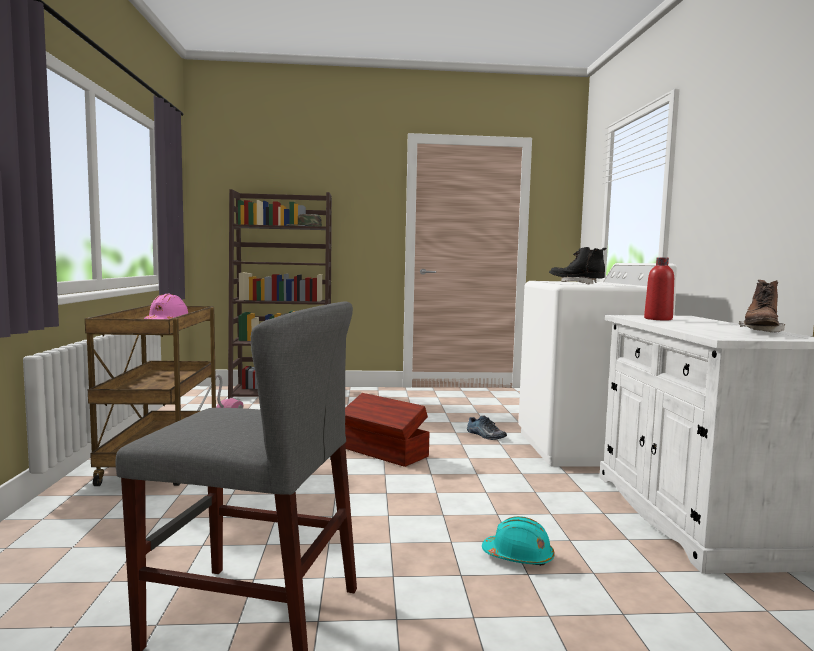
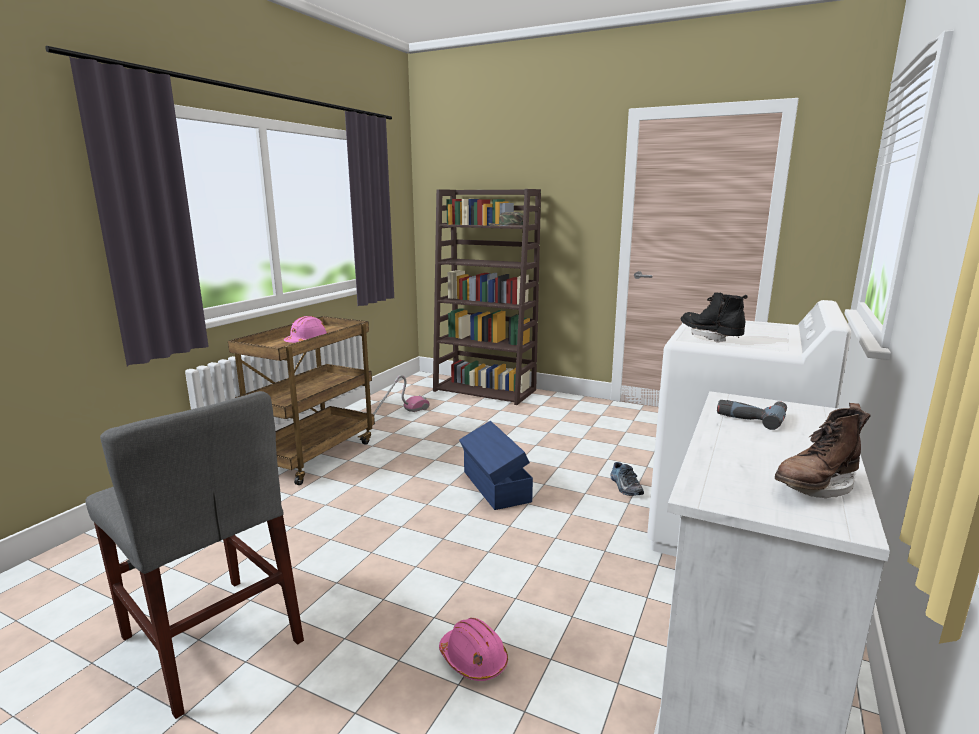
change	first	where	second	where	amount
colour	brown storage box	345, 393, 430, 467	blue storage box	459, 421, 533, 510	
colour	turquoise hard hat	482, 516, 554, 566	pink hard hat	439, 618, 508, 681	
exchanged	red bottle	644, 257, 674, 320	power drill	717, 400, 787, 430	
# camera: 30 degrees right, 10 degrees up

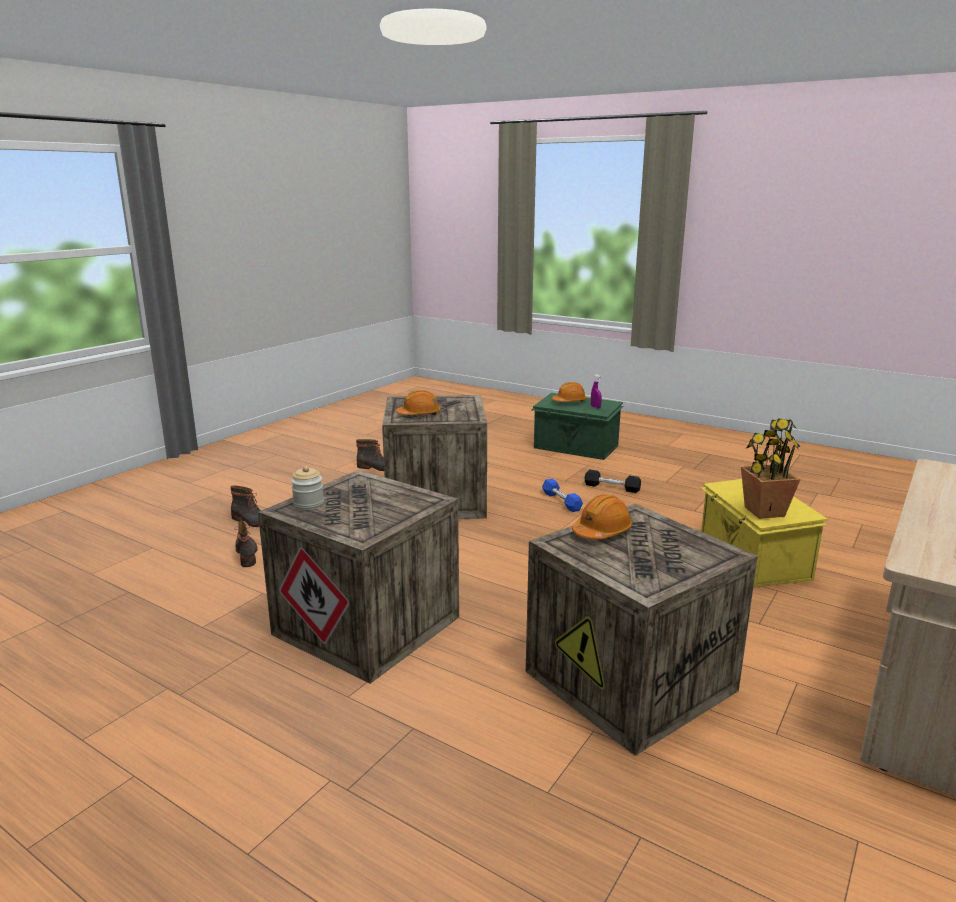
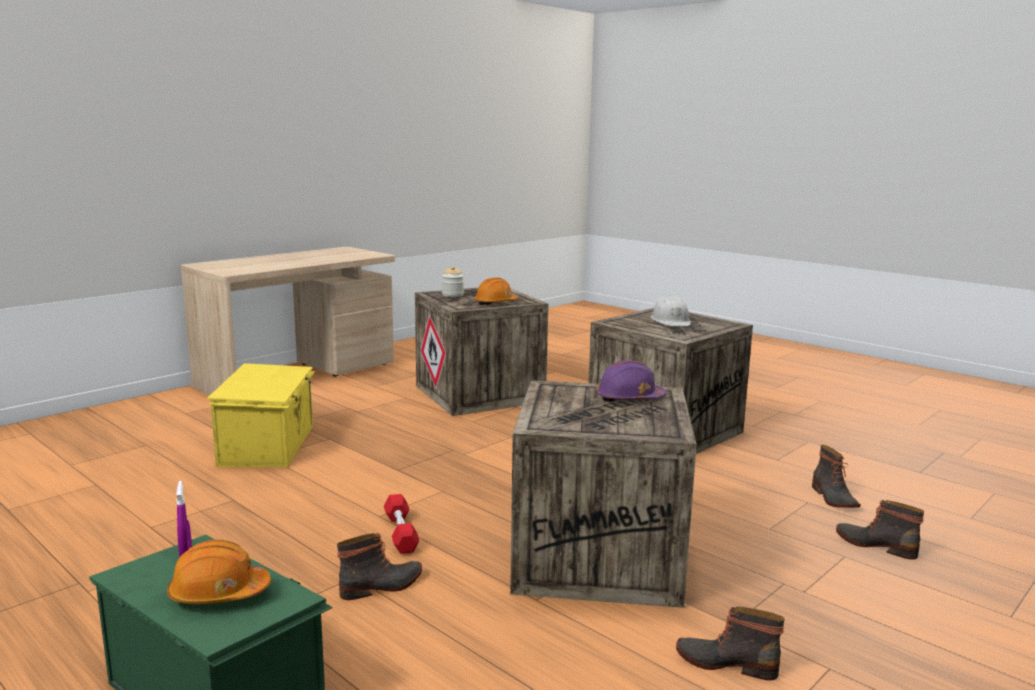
change	first	where	second	where	amount
relocated	jar	291, 466, 324, 510		442, 266, 464, 297	
colour	orange hard hat	396, 390, 441, 415	purple hard hat	596, 360, 667, 402	
colour	blue dumbbell	542, 479, 583, 512	red dumbbell	384, 494, 420, 554	
missing	black dumbbell	584, 470, 641, 493			
missing	potted plant	741, 418, 801, 519			
appeared			boot	337, 533, 422, 600	
appeared			white hard hat	651, 296, 691, 326	
# camera: 170 degrees left, 5 degrees down

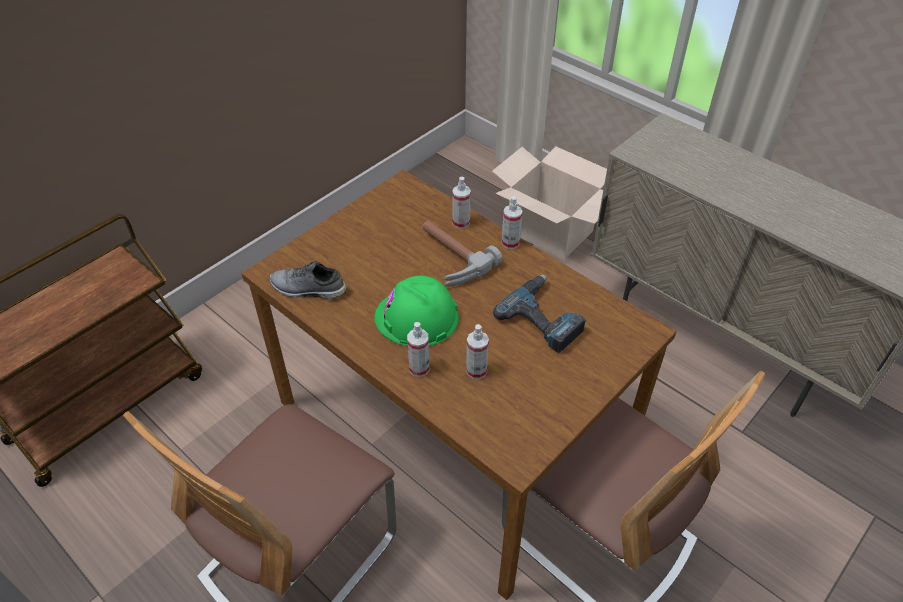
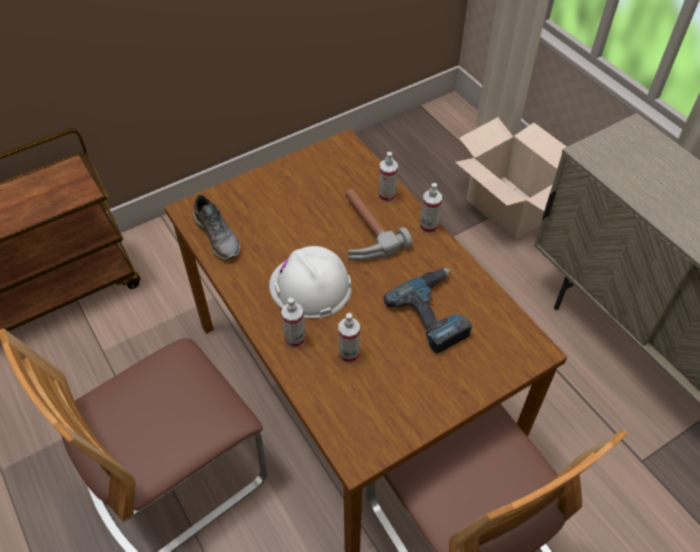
change	first	where	second	where	amount
spun	grey shoe	270, 261, 347, 299		193, 195, 240, 260	150 degrees counterclockwise
colour	green hard hat	374, 276, 459, 346	white hard hat	269, 246, 352, 318	
# camera: 15 degrees right, 5 degrees up

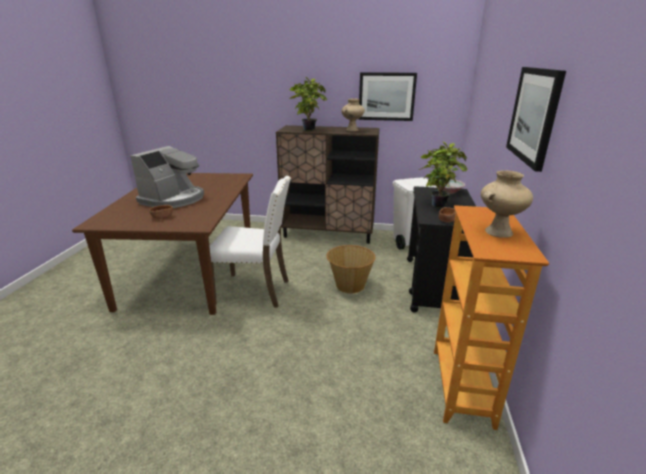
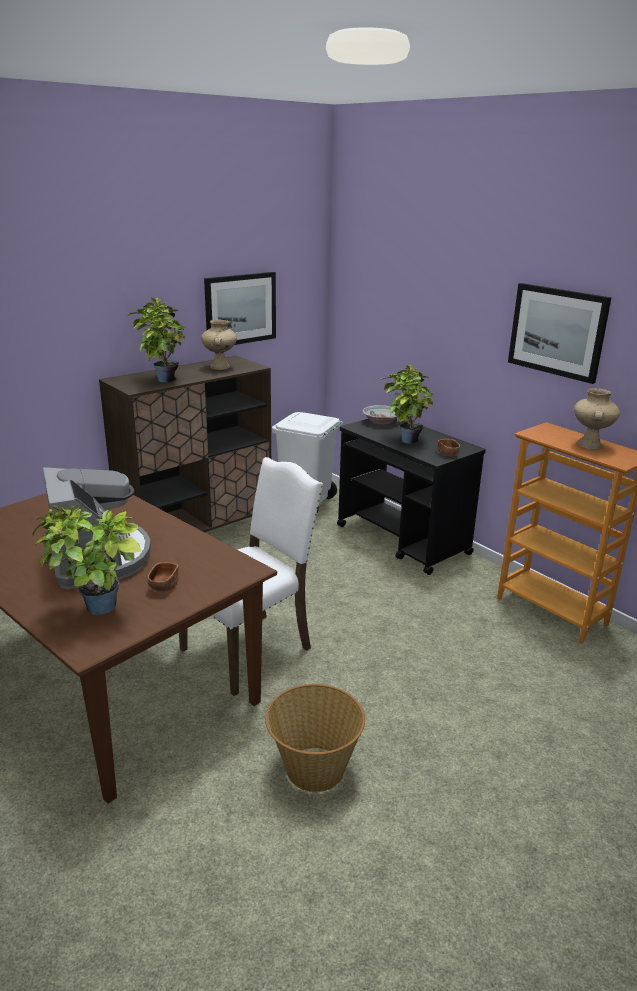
change	first	where	second	where	amount
relocated	basket	327, 245, 375, 293		265, 684, 365, 792	
appeared			potted plant	32, 505, 141, 615	
# camera: 50 degrees left, 0 degrees up

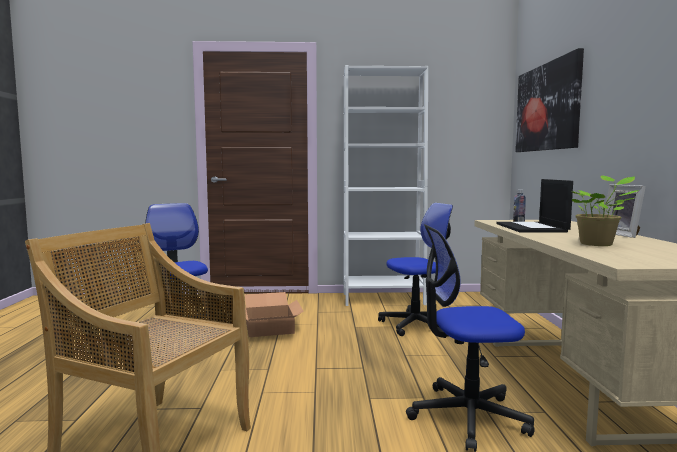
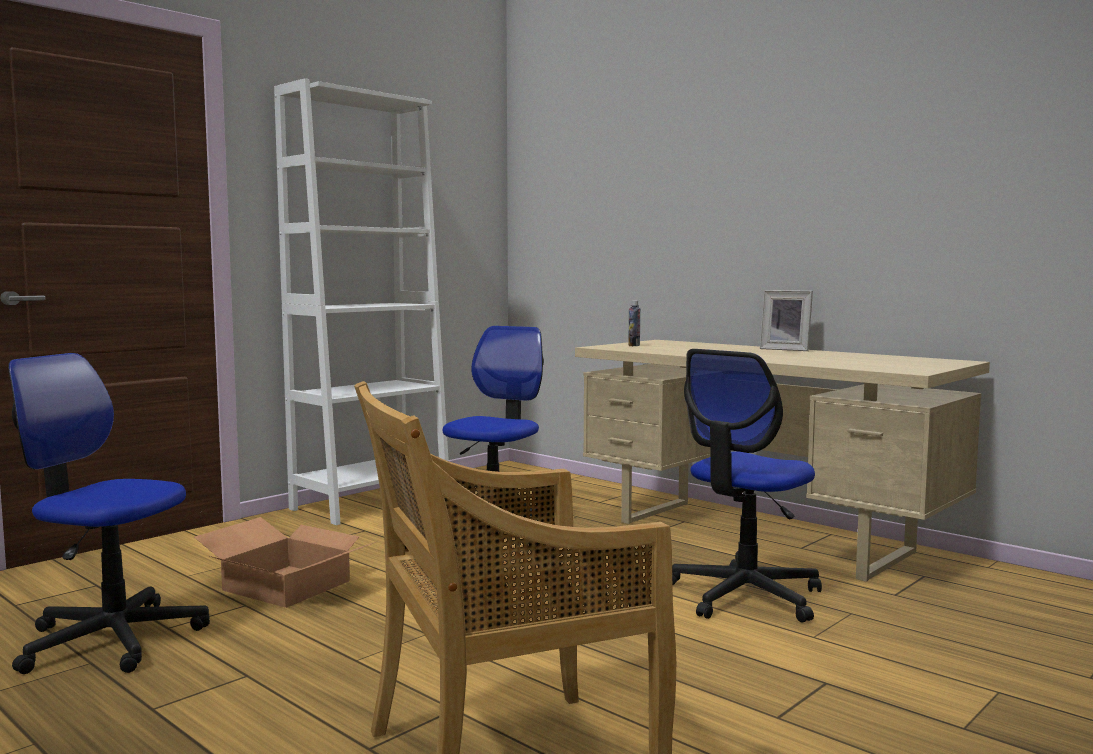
change	first	where	second	where	amount
missing	laptop	496, 179, 573, 232			
missing	picture	515, 48, 584, 152			
missing	potted plant	571, 175, 639, 246			
# camera: 45 degrees left, 0 degrees up

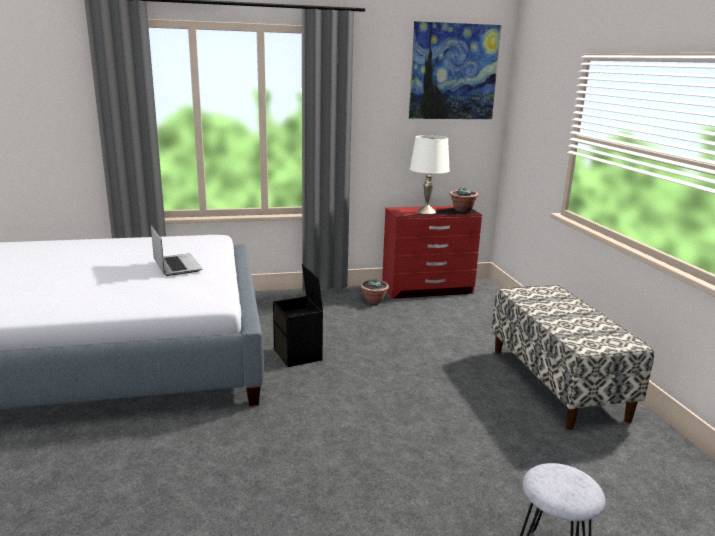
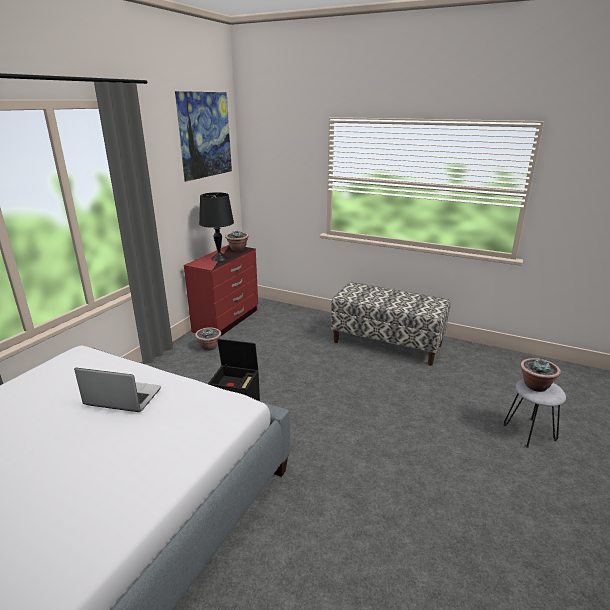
change	first	where	second	where	amount
colour	white table lamp	410, 135, 450, 214	black table lamp	199, 192, 234, 261	
appeared			potted plant	520, 358, 561, 392	
# camera: 50 degrees left, 5 degrees up

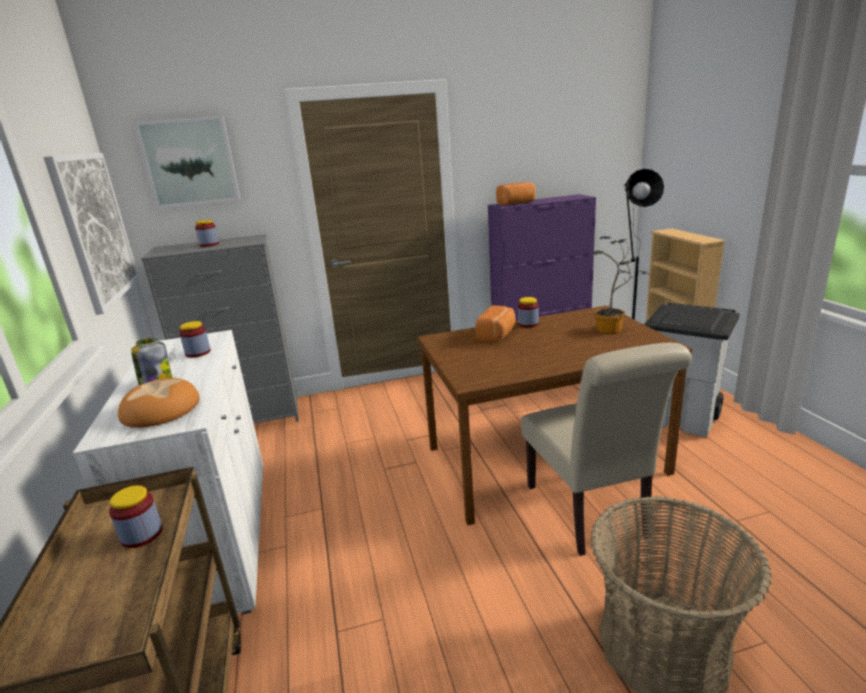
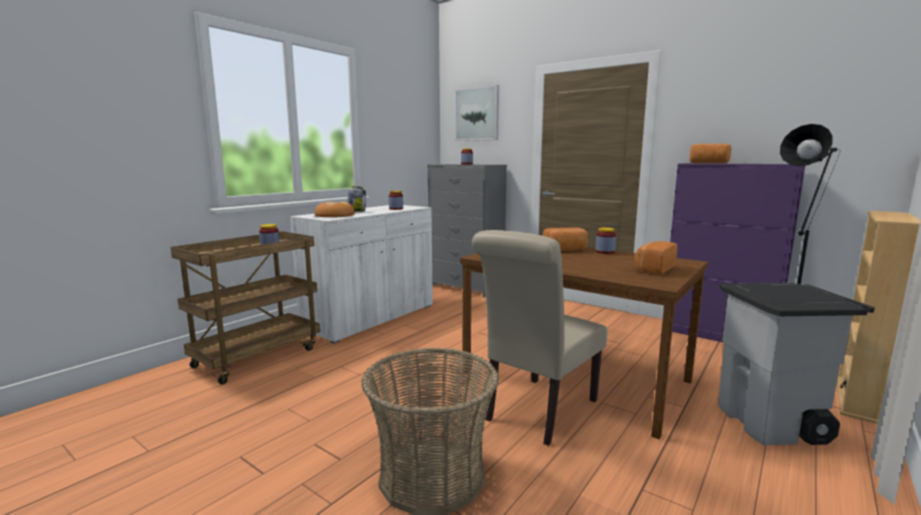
change	first	where	second	where	amount
missing	picture	43, 153, 139, 315			
exchanged	potted plant	593, 236, 649, 334	bread	634, 241, 677, 274	
# camera: 50 degrees right, 10 degrees down

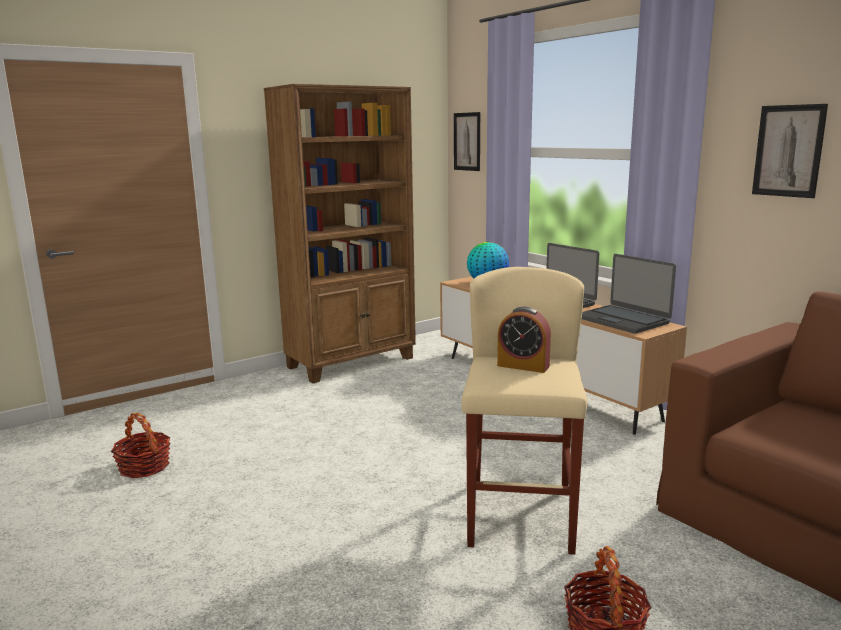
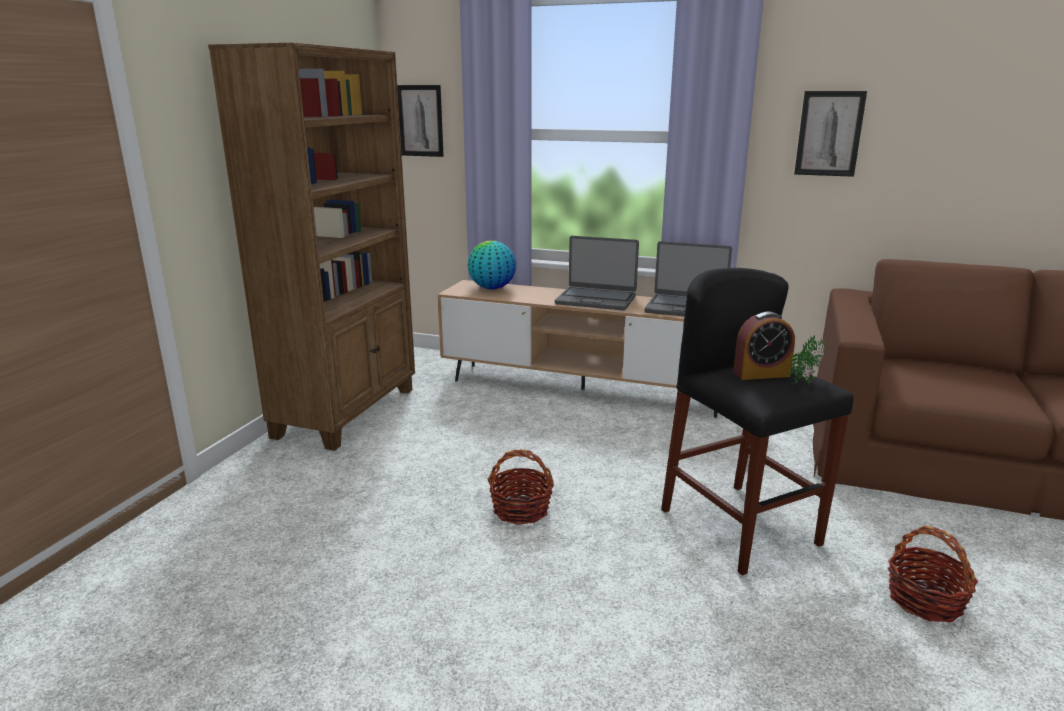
change	first	where	second	where	amount
relocated	basket	111, 413, 171, 478		487, 449, 554, 525	
colour	beige stool	462, 267, 588, 555	black stool	661, 268, 854, 575	
appeared			potted plant	788, 335, 826, 385	
# camera: 35 degrees left, 5 degrees up

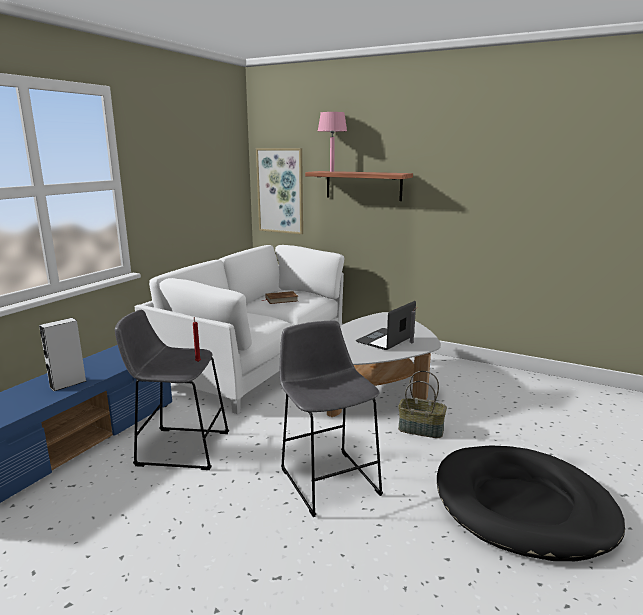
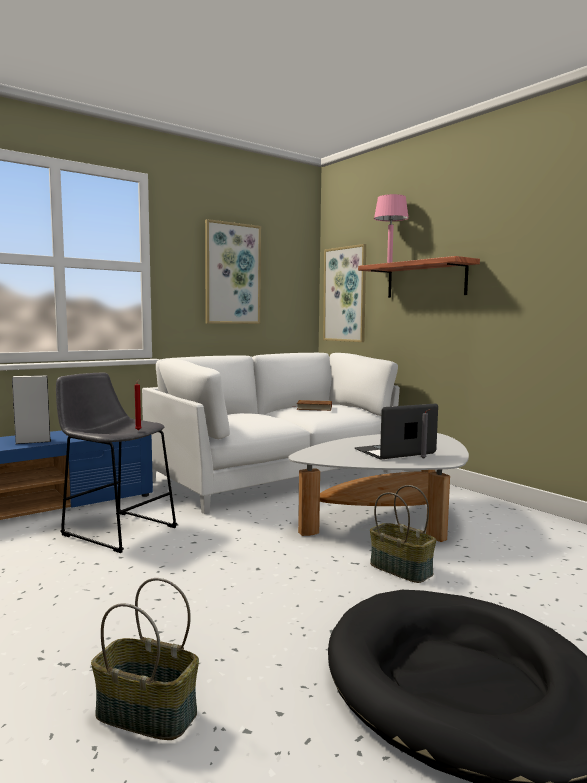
change	first	where	second	where	amount
missing	grey stool	280, 321, 383, 517			
appeared			basket	91, 578, 199, 740	
appeared			picture	205, 219, 261, 324	
# camera: 25 degrees right, 10 degrees down

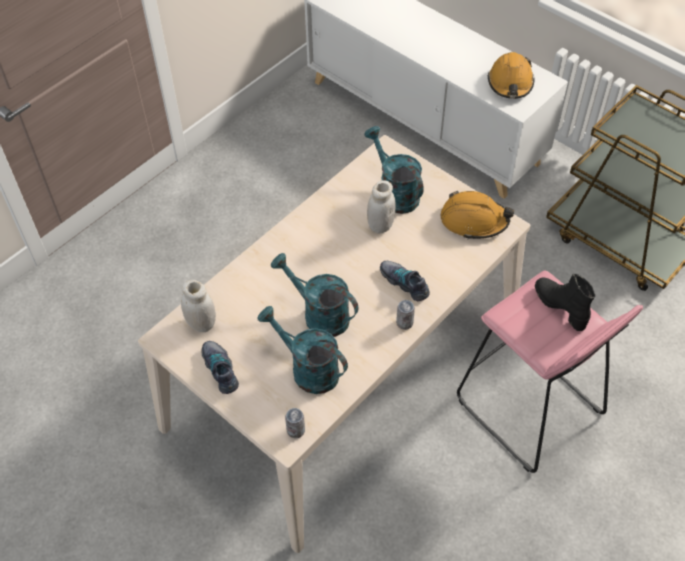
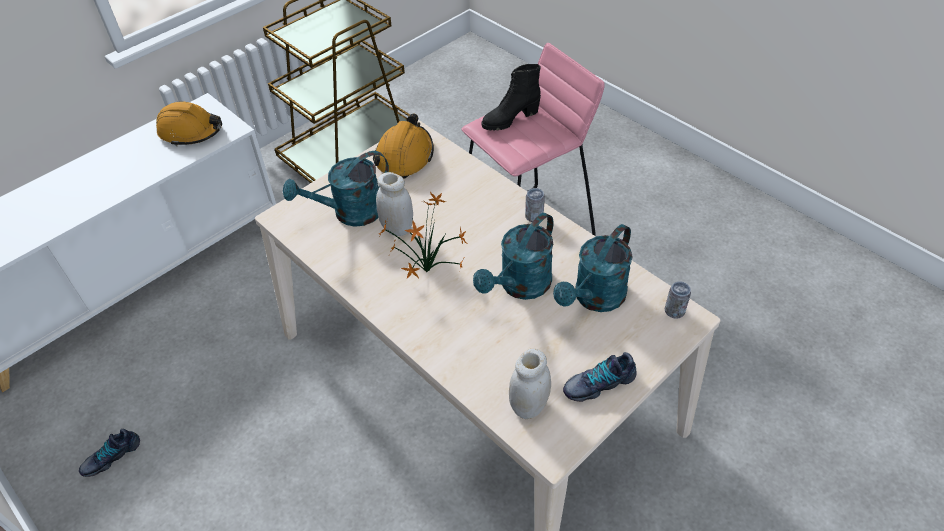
change	first	where	second	where	amount
relocated	shoe	380, 261, 430, 301		79, 429, 140, 477	
appeared			potted plant	379, 192, 467, 279	
# camera: 85 degrees left, 5 degrees down

